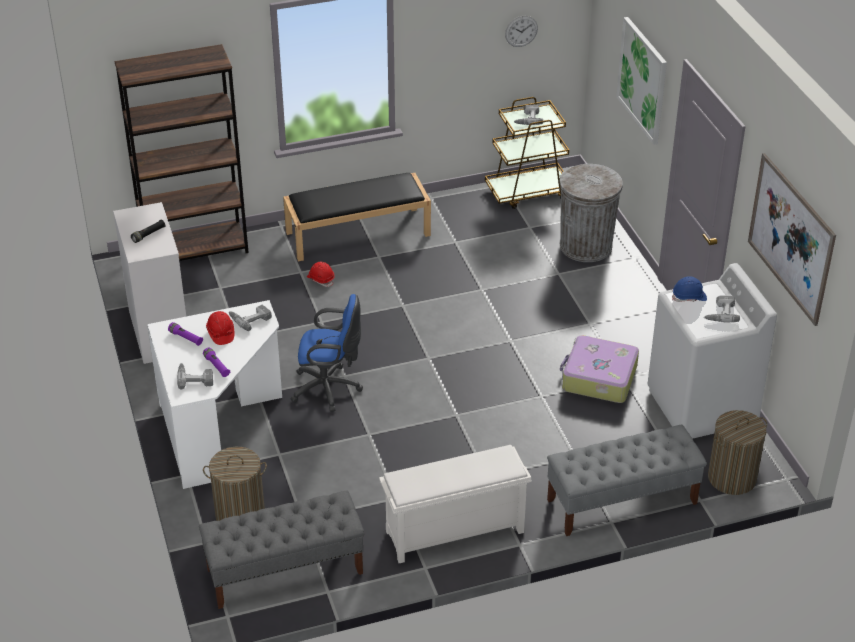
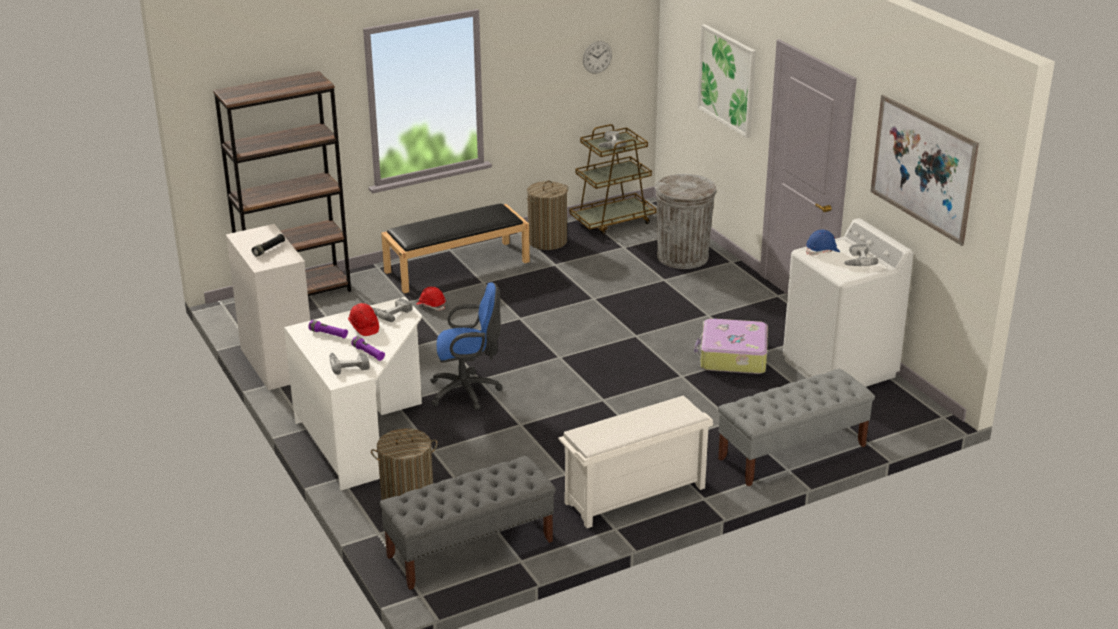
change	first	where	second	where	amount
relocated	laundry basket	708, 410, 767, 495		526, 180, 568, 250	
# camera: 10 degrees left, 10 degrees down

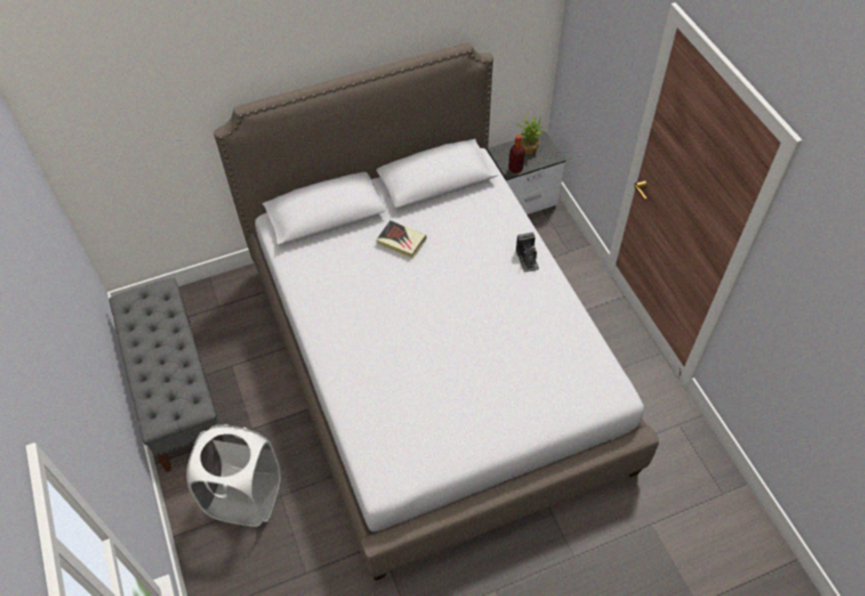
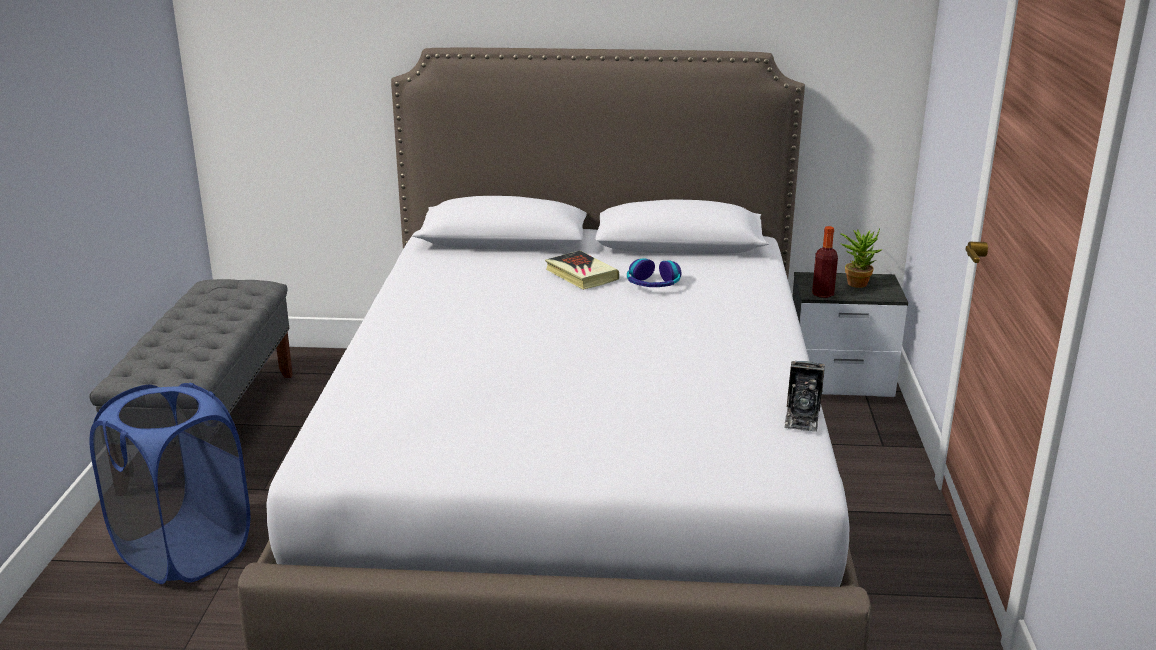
change	first	where	second	where	amount
colour	white laundry basket	186, 424, 280, 527	blue laundry basket	89, 383, 250, 584	
relocated	photo camera	516, 232, 539, 273		784, 361, 825, 432	
appeared			headphones	627, 258, 681, 287	
# camera: 25 degrees right, 30 degrees down

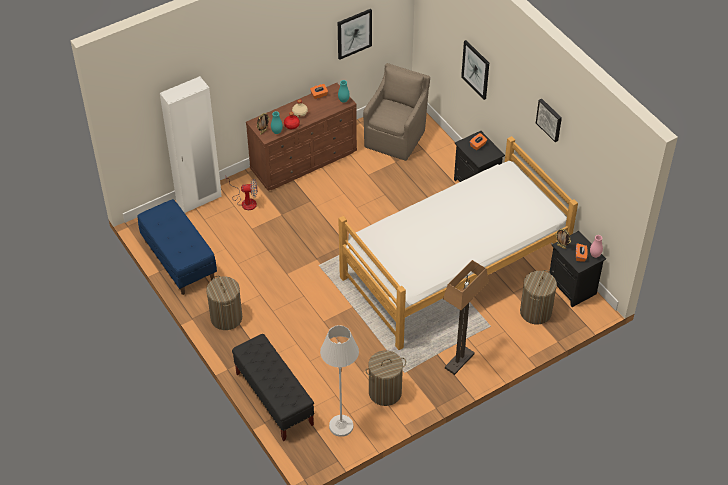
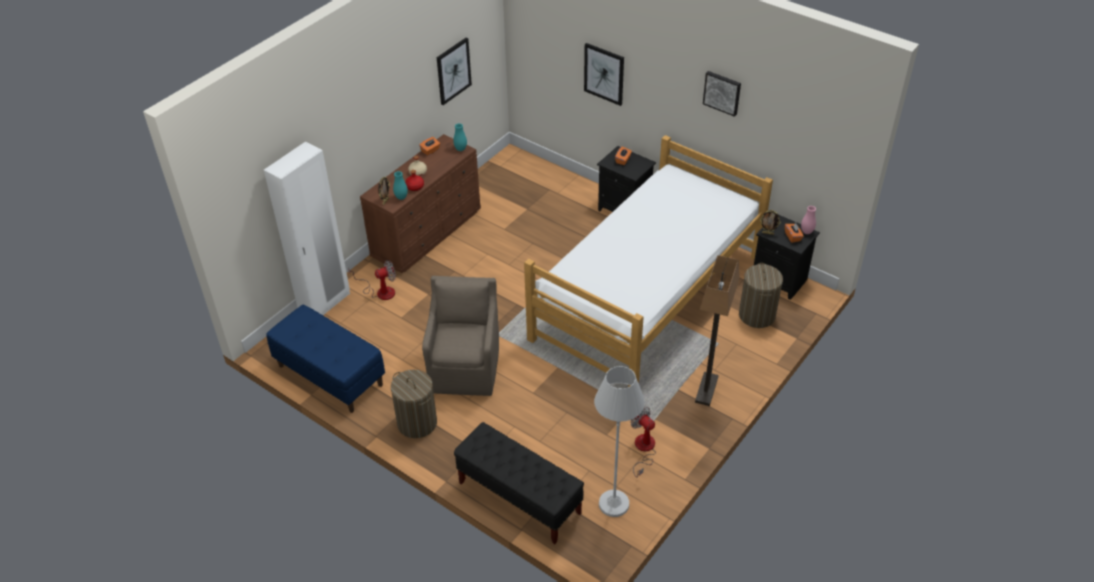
change	first	where	second	where	amount
relocated	brown armchair	363, 63, 430, 161		422, 276, 499, 396	
exchanged	laundry basket	365, 350, 406, 406	fan	631, 407, 656, 478	
# camera: 20 degrees left, 5 degrees down

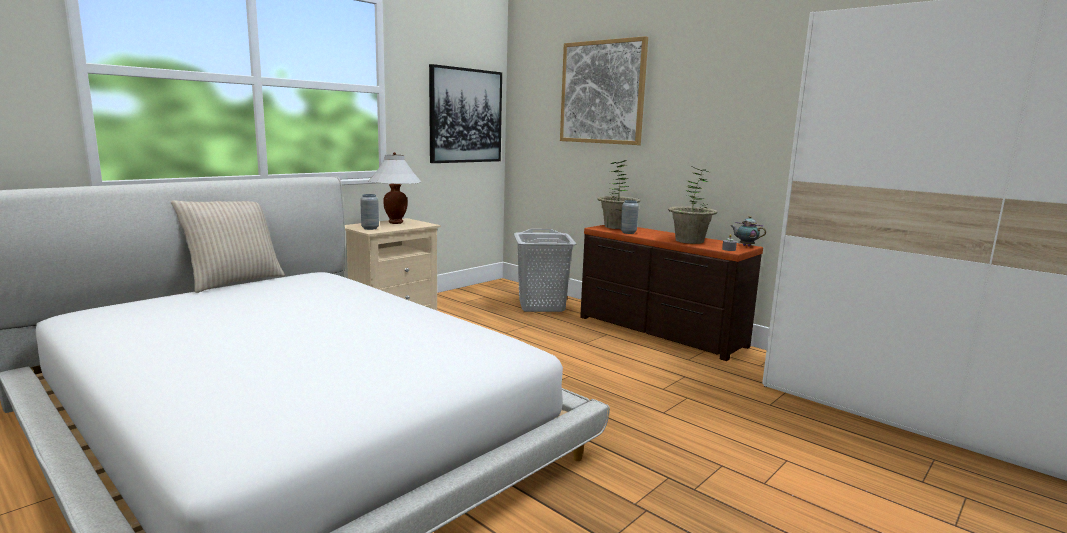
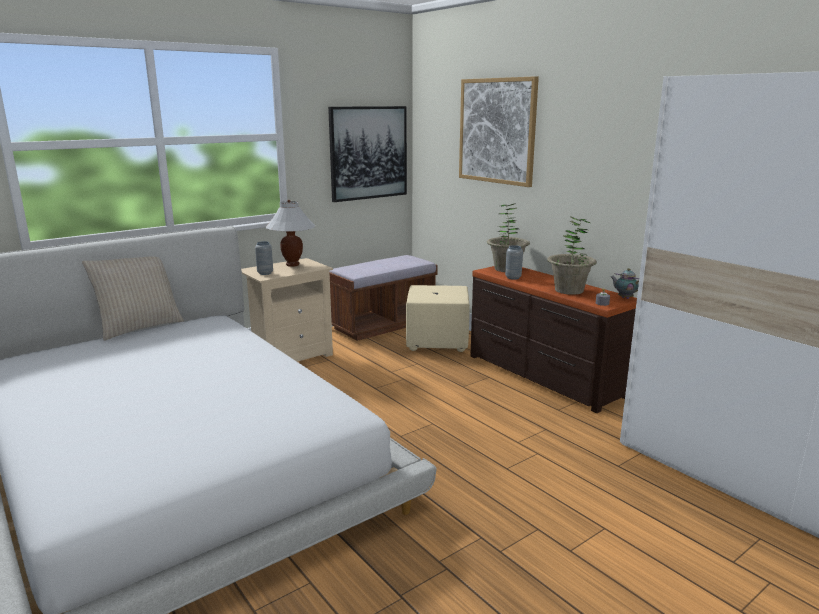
change	first	where	second	where	amount
exchanged	grey laundry basket	514, 229, 577, 312	beige ottoman	406, 285, 470, 352	
appeared			brown bench	329, 255, 438, 341	
# camera: 10 degrees right, 5 degrees up

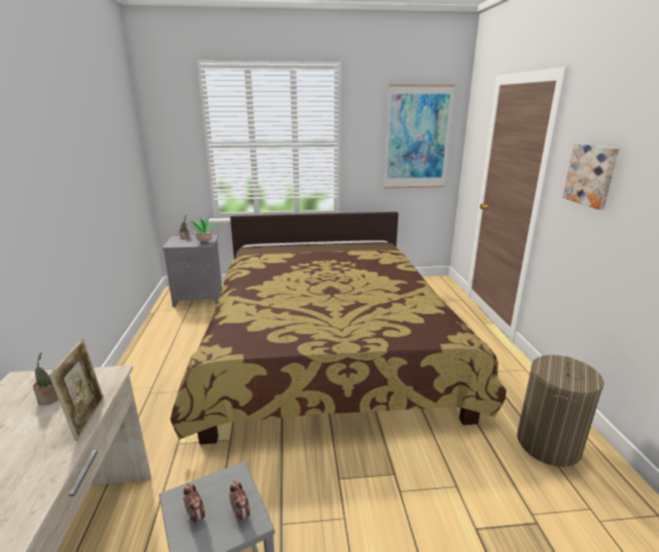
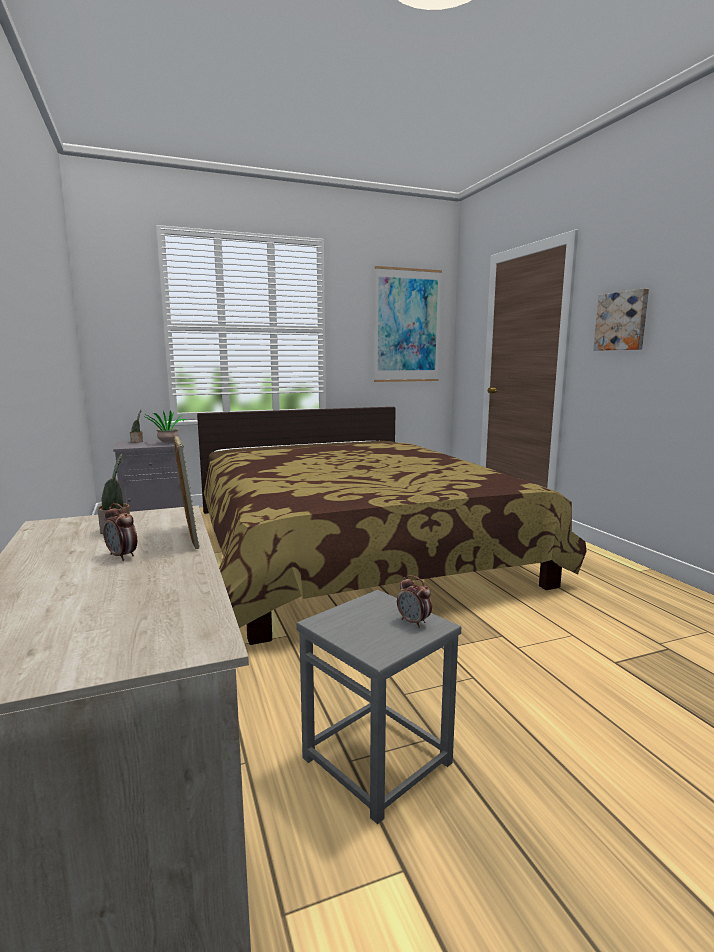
change	first	where	second	where	amount
relocated	alarm clock	183, 483, 205, 526		103, 503, 137, 561	
missing	laundry basket	517, 355, 604, 467			
# camera: 15 degrees left, 10 degrees down

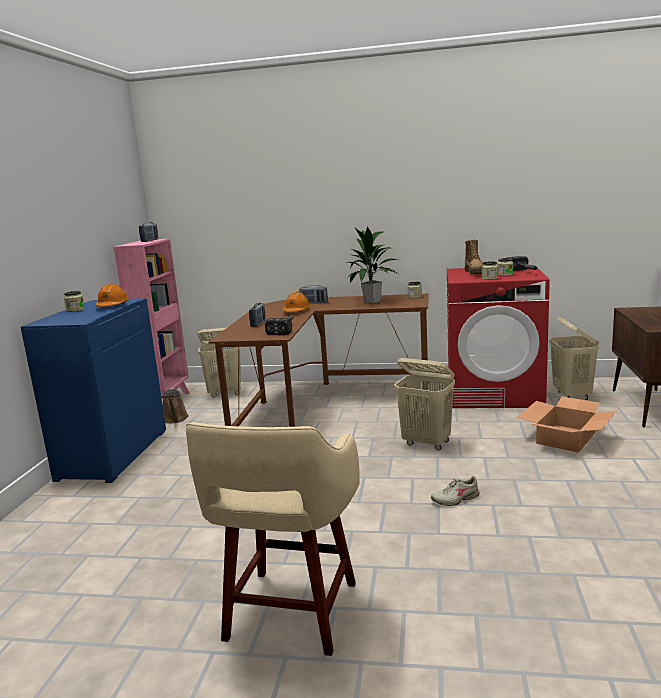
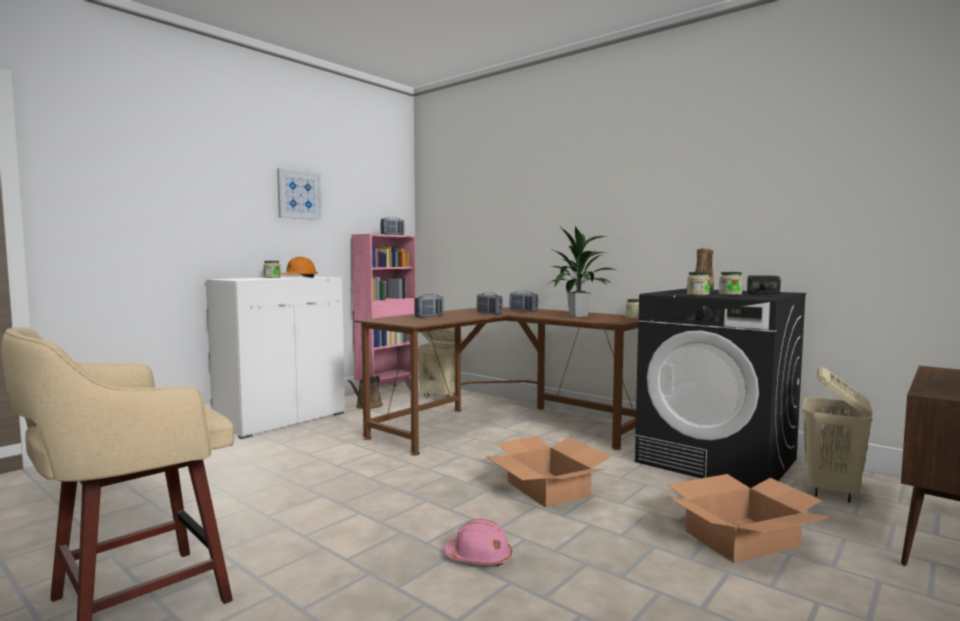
change	first	where	second	where	amount
colour	blue cabinet	21, 298, 166, 483	white cabinet	206, 276, 345, 439	
missing	hammer	265, 315, 294, 335			
exchanged	orange hard hat	283, 292, 310, 312	radio	477, 292, 503, 315	
exchanged	beige laundry basket	394, 358, 455, 451	cardboard box	486, 436, 612, 508	
exchanged	beige shoe	431, 476, 480, 506	pink hard hat	444, 519, 512, 566	
colour	red washing machine	447, 265, 550, 408	black washing machine	635, 289, 806, 488	
appeared			picture	277, 168, 322, 220	
# camera: 30 degrees right, 10 degrees down

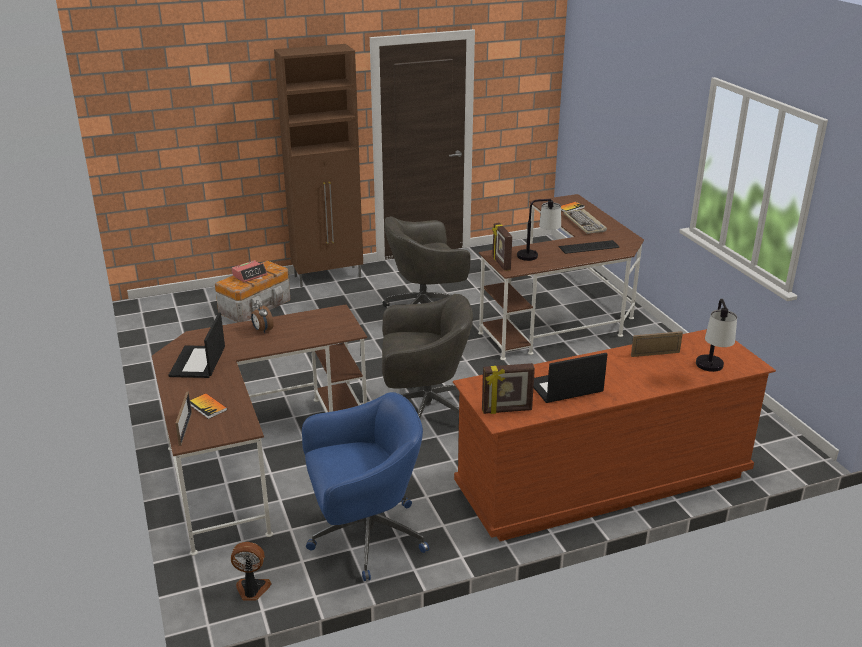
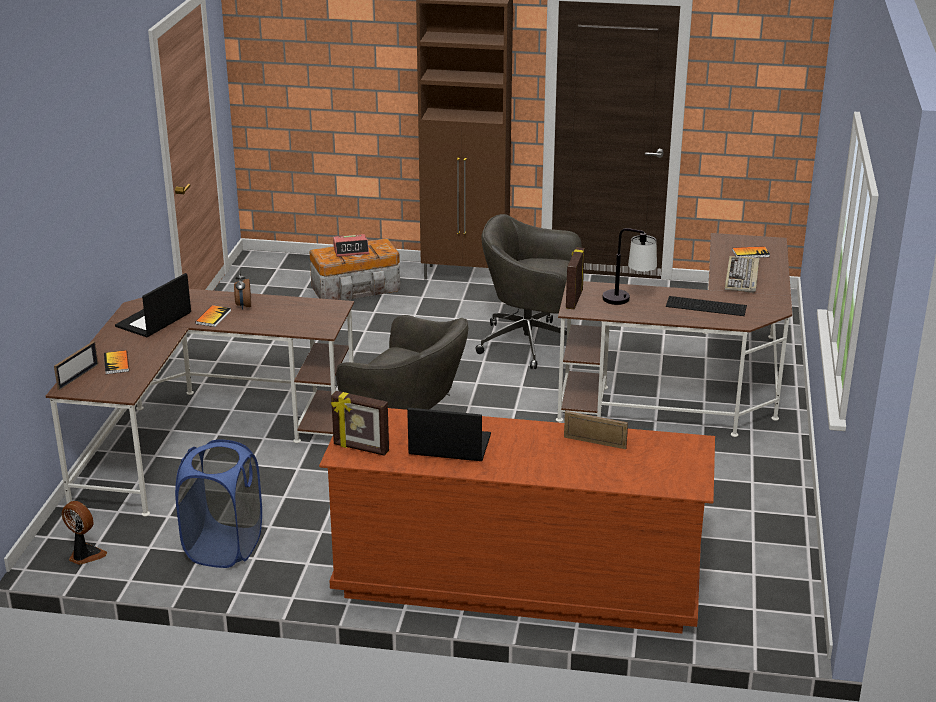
change	first	where	second	where	amount
exchanged	blue office chair	302, 392, 429, 581	blue laundry basket	175, 439, 262, 568	
missing	table lamp	696, 299, 737, 372			
appeared			book	195, 305, 231, 327	
# camera: 30 degrees right, 0 degrees up

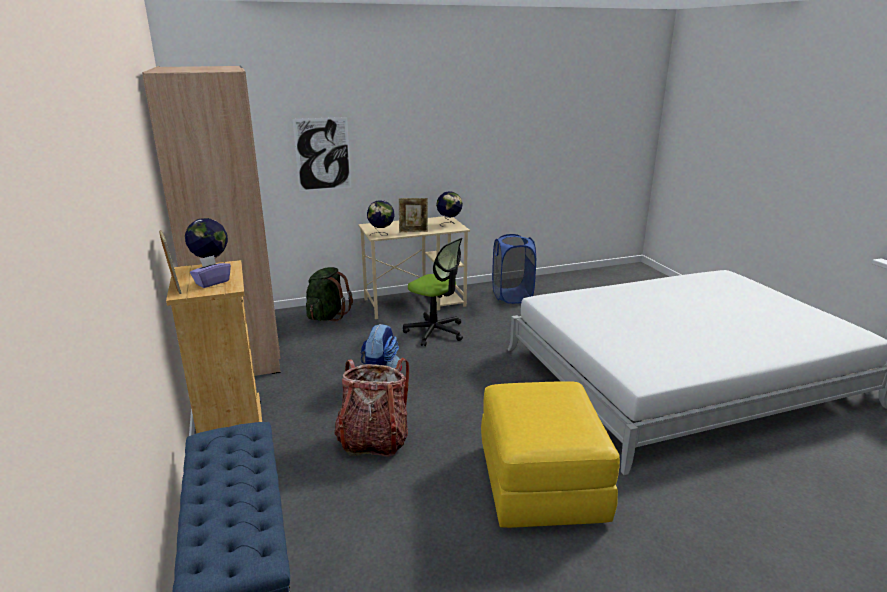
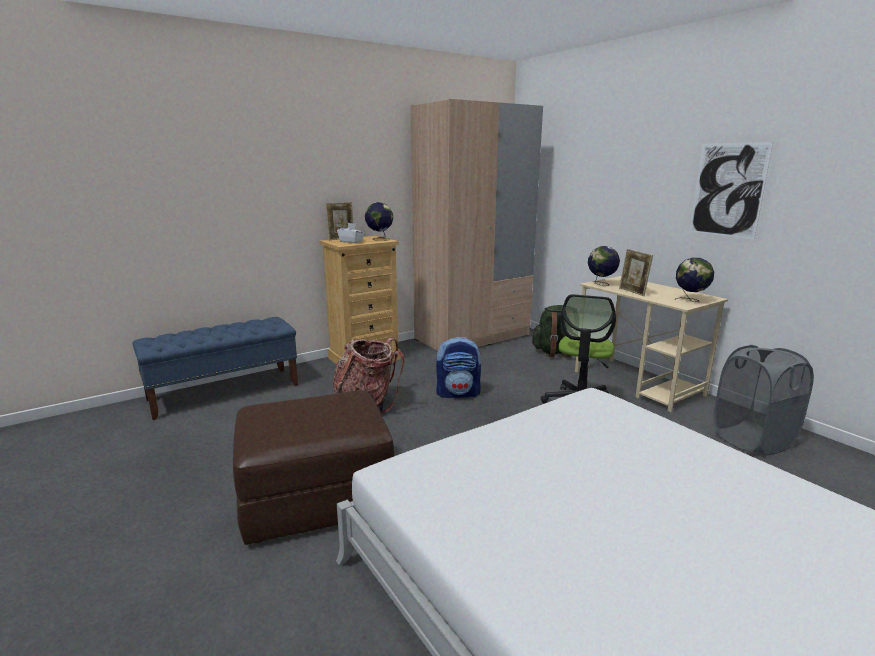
change	first	where	second	where	amount
colour	purple tissue box	190, 255, 231, 288	white tissue box	337, 223, 364, 243	
relocated	picture	293, 117, 352, 191		689, 142, 773, 240	
colour	yellow ottoman	481, 381, 620, 528	brown ottoman	233, 390, 395, 545	
colour	blue laundry basket	492, 234, 536, 304	grey laundry basket	714, 345, 814, 455	
# camera: 75 degrees right, 5 degrees down

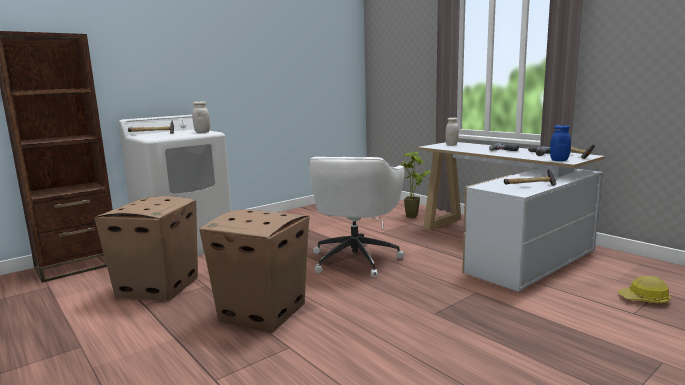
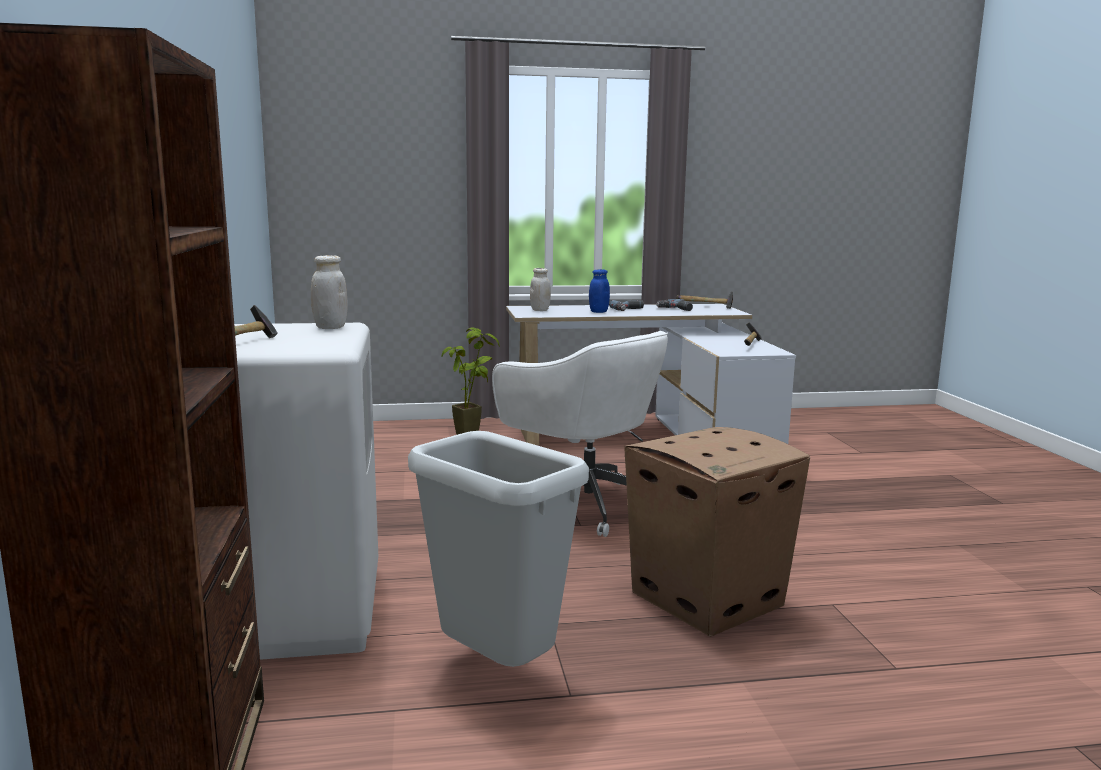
change	first	where	second	where	amount
exchanged	cardboard box	94, 196, 198, 301	grey trash can	408, 431, 589, 667	
relocated	blue jar	550, 125, 571, 161		589, 269, 610, 313	
missing	hard hat	618, 276, 671, 303			
# camera: 60 degrees left, 0 degrees up

